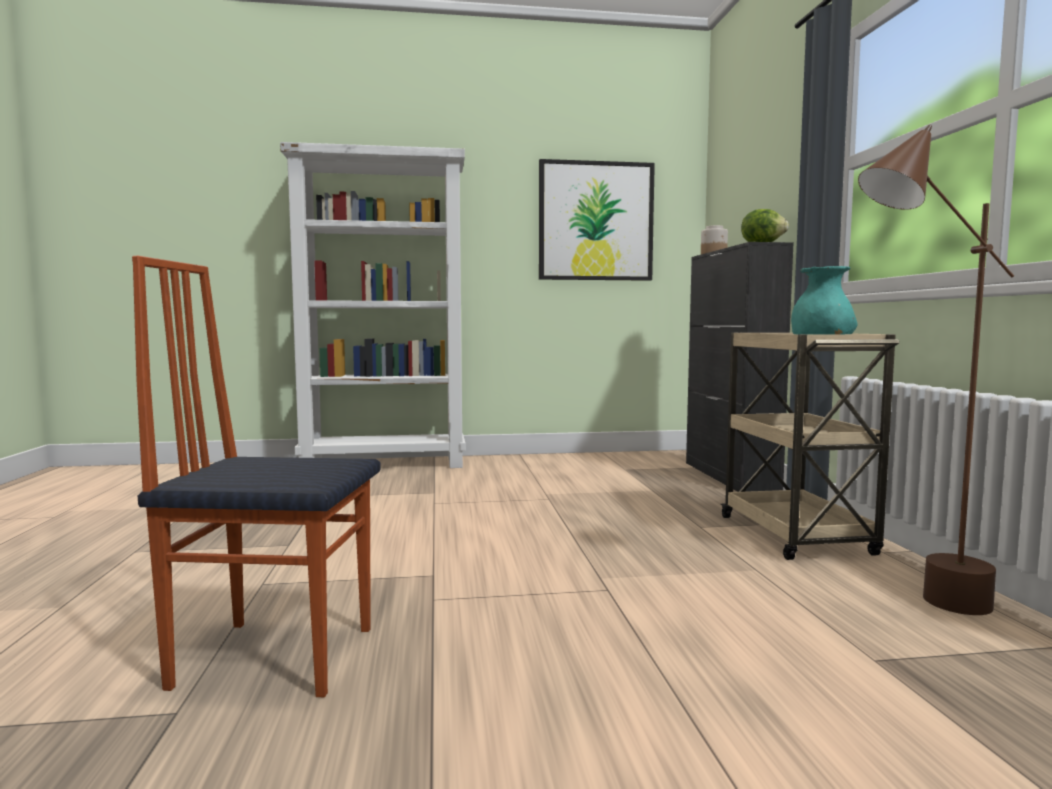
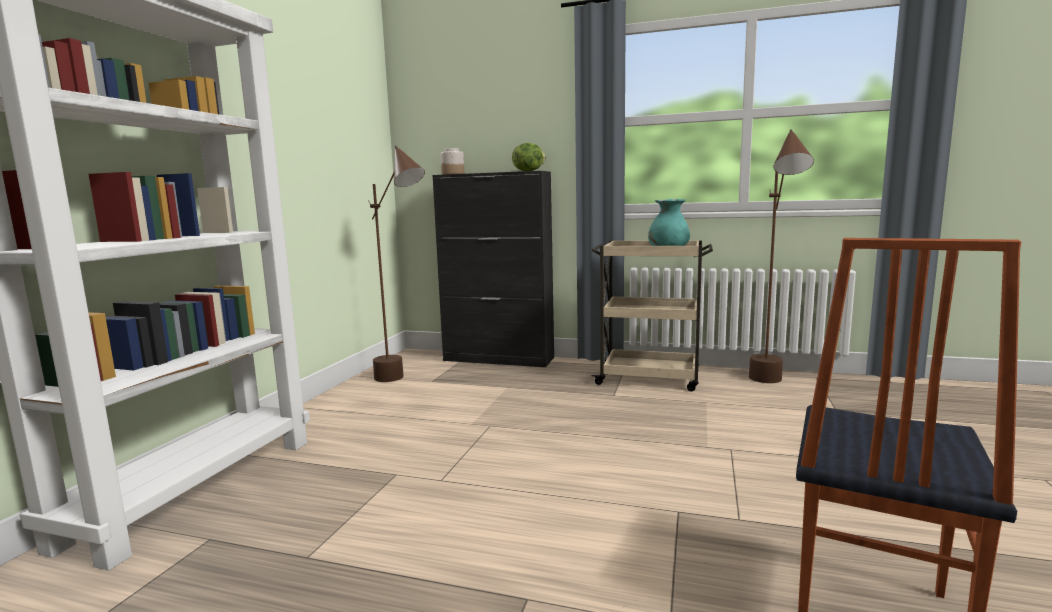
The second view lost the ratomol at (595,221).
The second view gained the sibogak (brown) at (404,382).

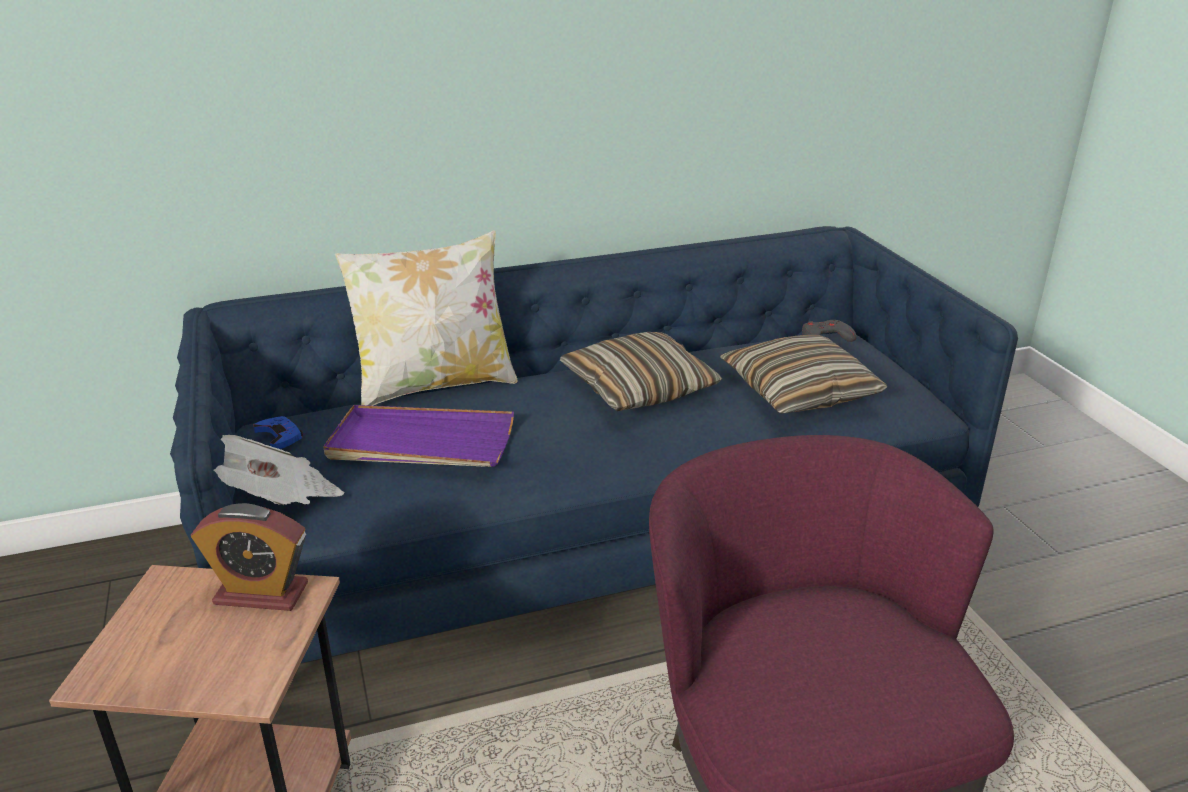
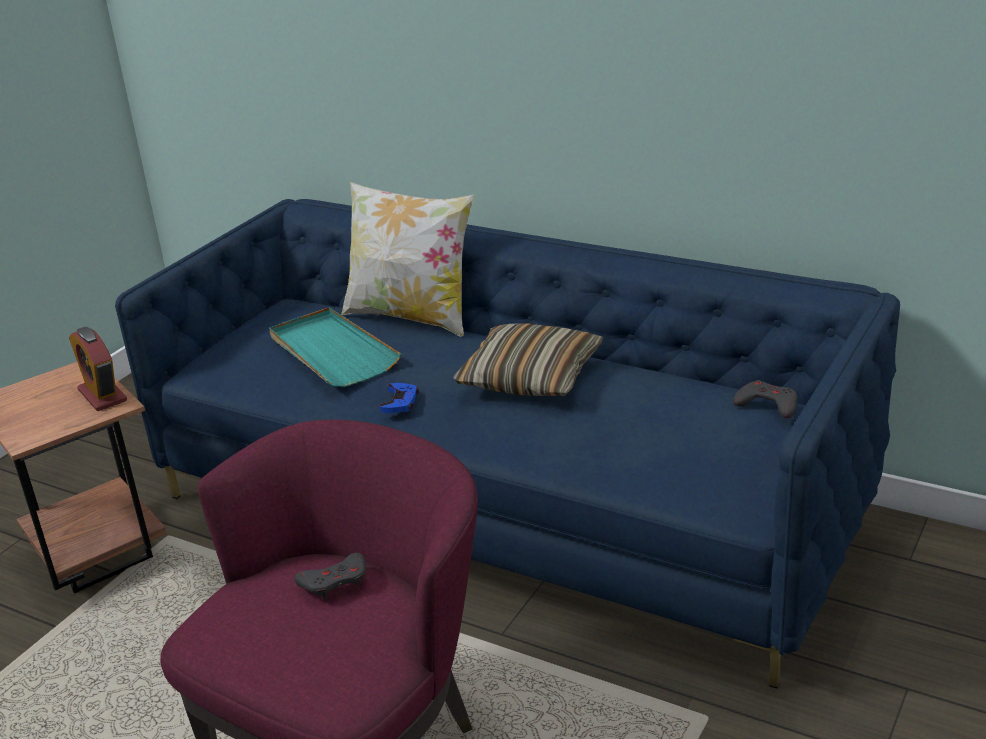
The second view lost the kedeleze at (276,500).
The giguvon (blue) ended up elsewhere, having gone from (280,436) to (400,402).
What was the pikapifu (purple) at (420,443) turned into the pikapifu (turquoise) at (332,352).
The second view lost the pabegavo at (799,391).
The second view gained the giguvon (grey) at (335,581).

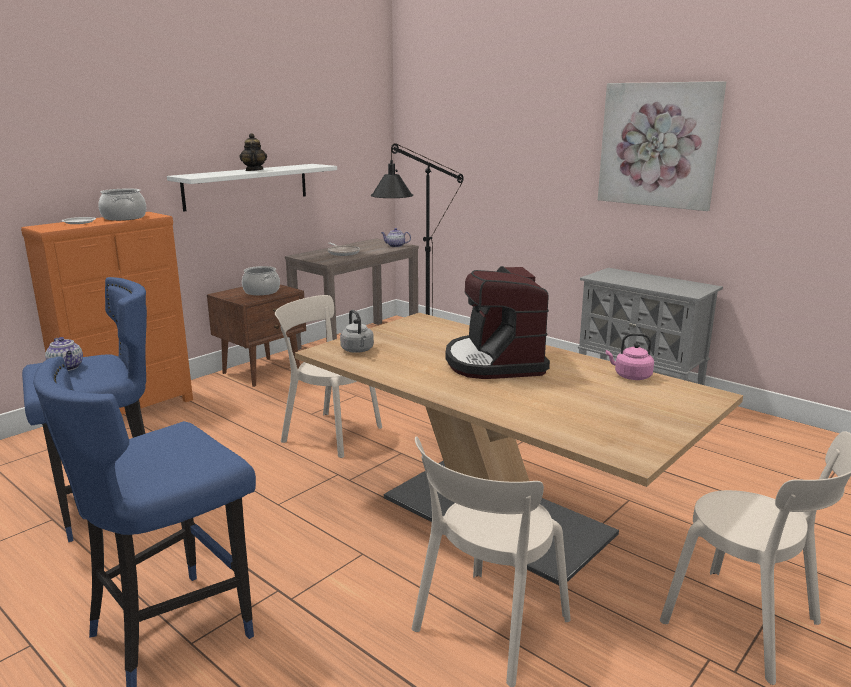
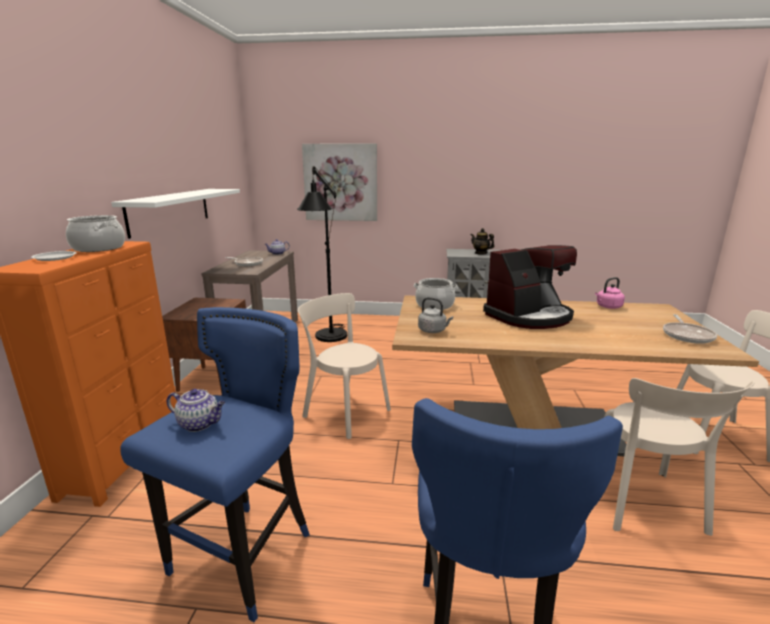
The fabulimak ended up elsewhere, having gone from (254,170) to (481,253).
The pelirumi ended up elsewhere, having gone from (262,291) to (434,305).
The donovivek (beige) at (328,433) ended up facing another way, 45 degrees clockwise from before.
The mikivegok at (494,362) ended up facing another way, 75 degrees counterclockwise from before.
The ratomol ended up elsewhere, having gone from (658,145) to (340,182).
The second view gained the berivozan at (687,335).

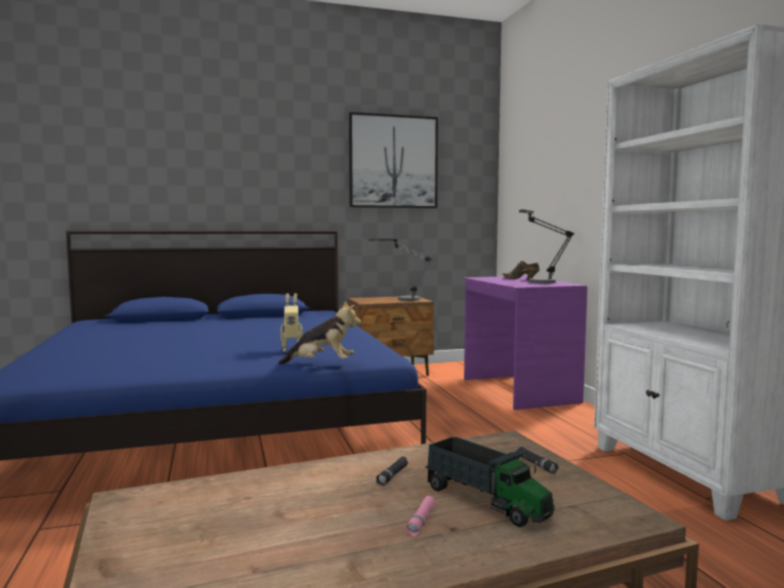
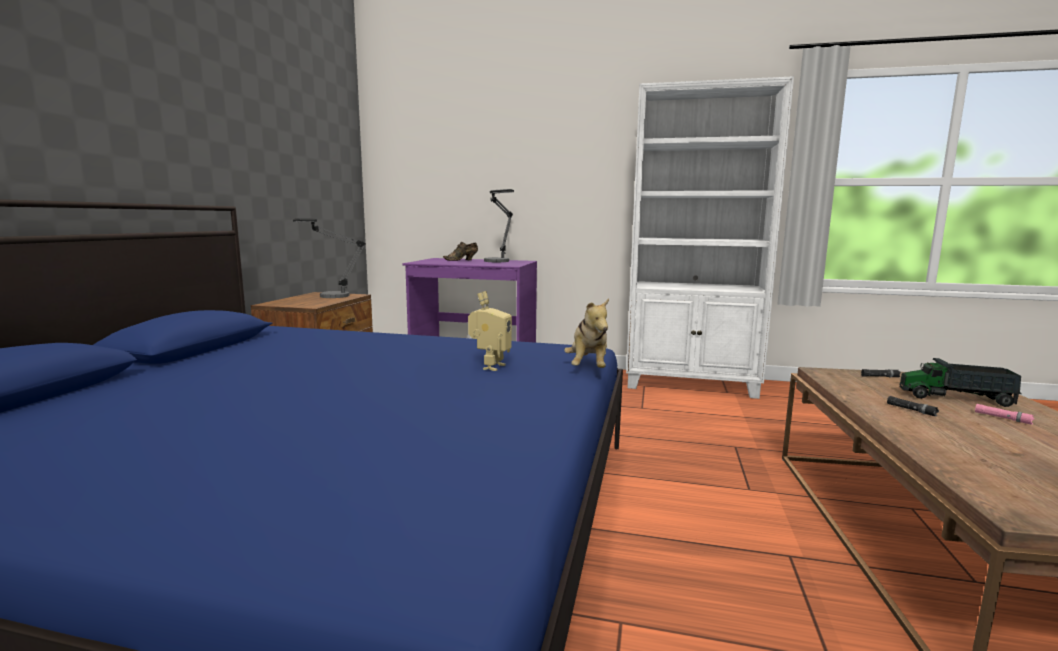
The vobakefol at (322,364) ended up facing another way, 150 degrees clockwise from before.
The second view lost the ratomol at (393,162).
The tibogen at (486,501) ended up facing another way, 150 degrees counterclockwise from before.

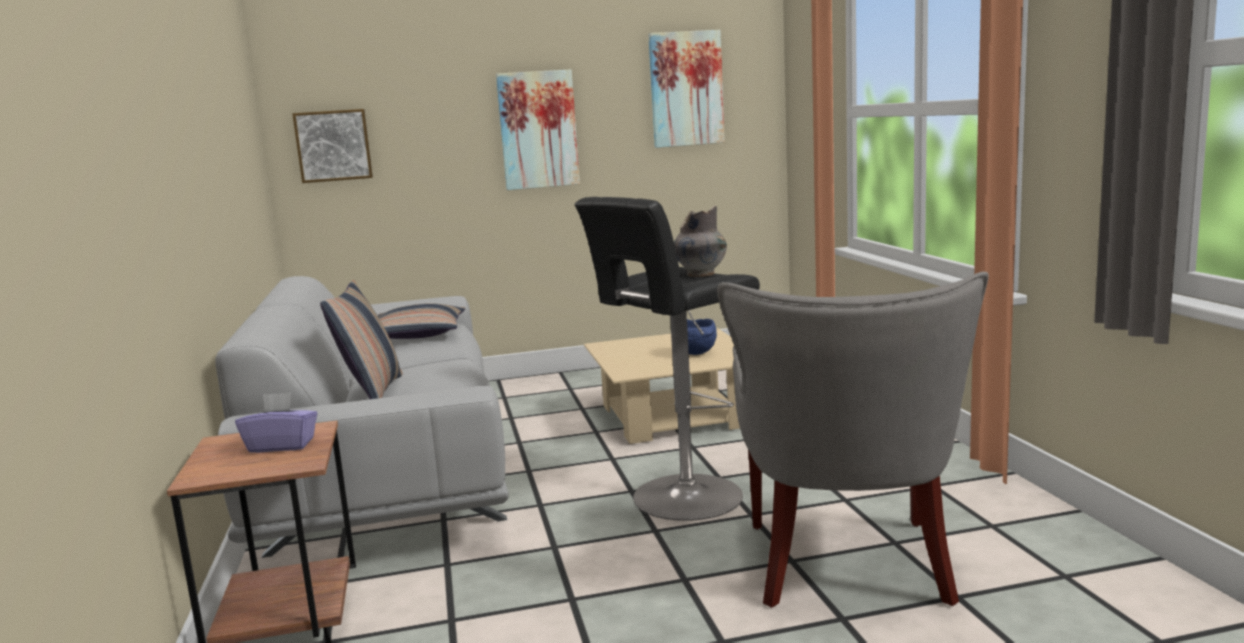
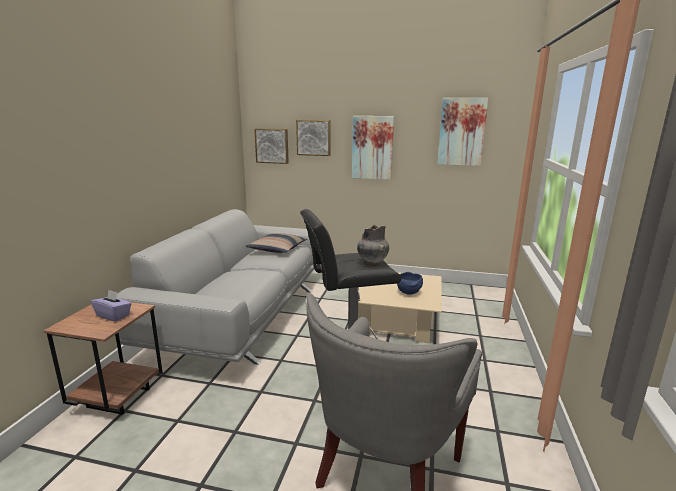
The second view lost the pabegavo at (372,392).
The second view gained the ratomol at (314,137).

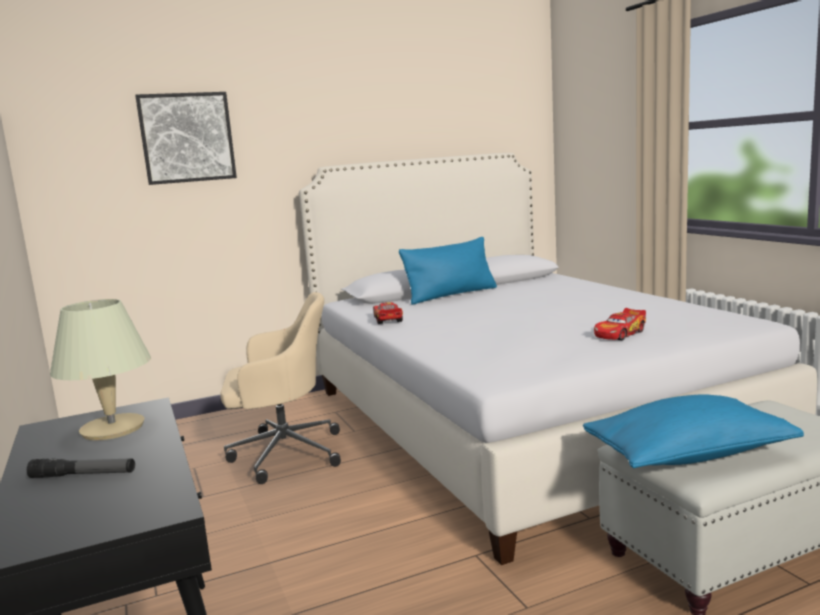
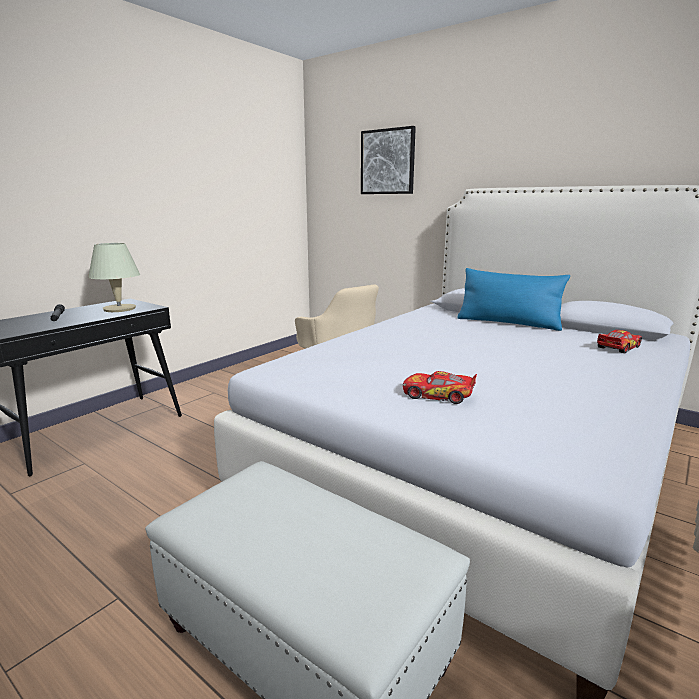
The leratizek ended up elsewhere, having gone from (387,319) to (617,347).
The second view lost the pabegavo (blue) at (688,455).

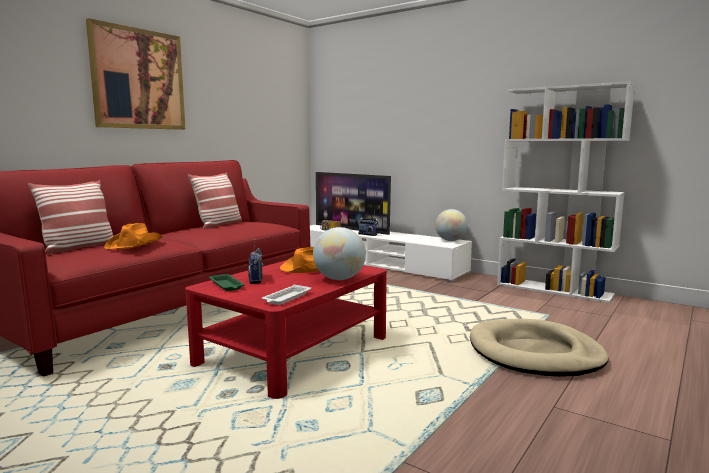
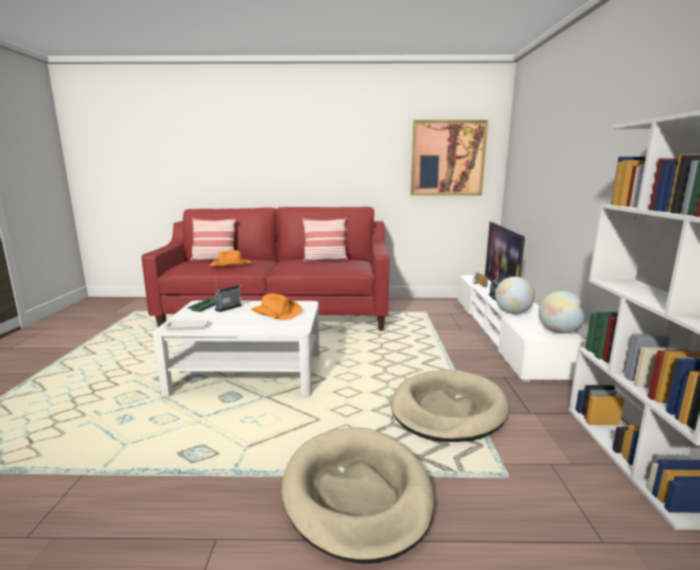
The ratomol ended up elsewhere, having gone from (138,79) to (447,158).
What was the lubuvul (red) at (294,350) turned into the lubuvul (white) at (248,372).
The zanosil ended up elsewhere, having gone from (339,279) to (512,313).
The second view gained the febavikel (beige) at (448,409).

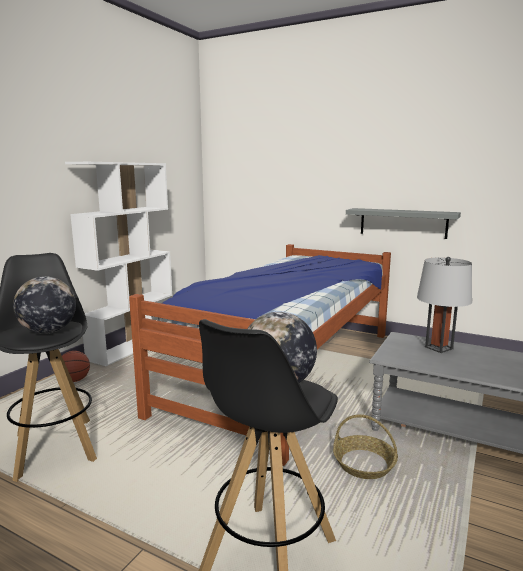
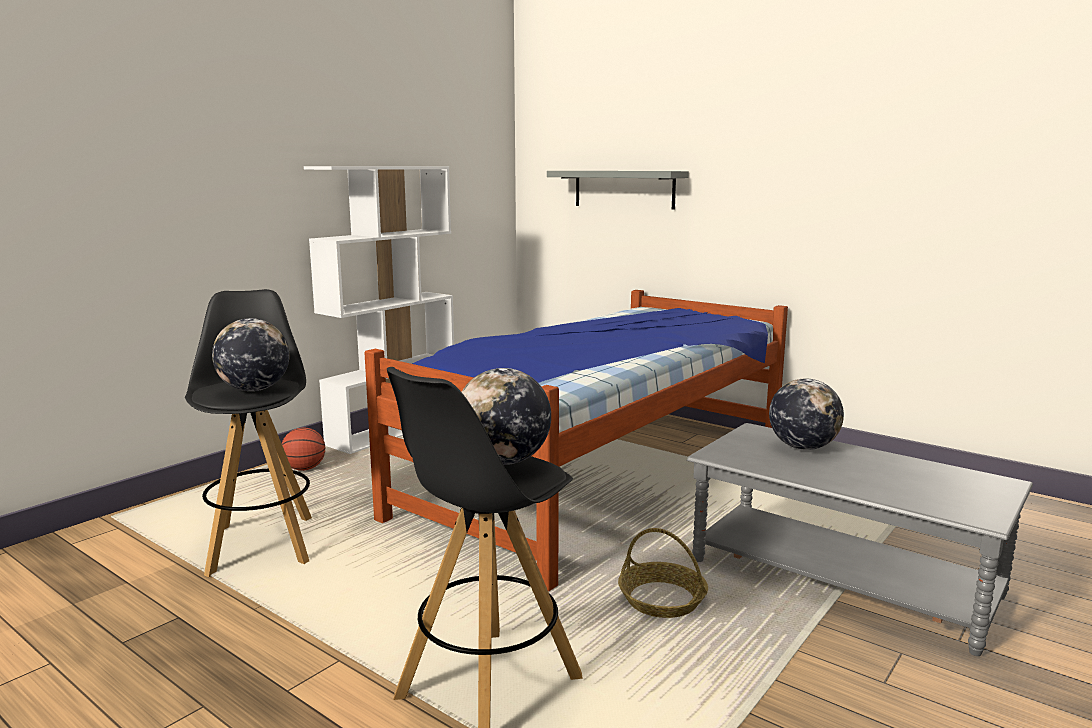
The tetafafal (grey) ended up elsewhere, having gone from (403,223) to (624,189).
Where the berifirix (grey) stood at (439,348), the zanosil came to stand at (802,447).

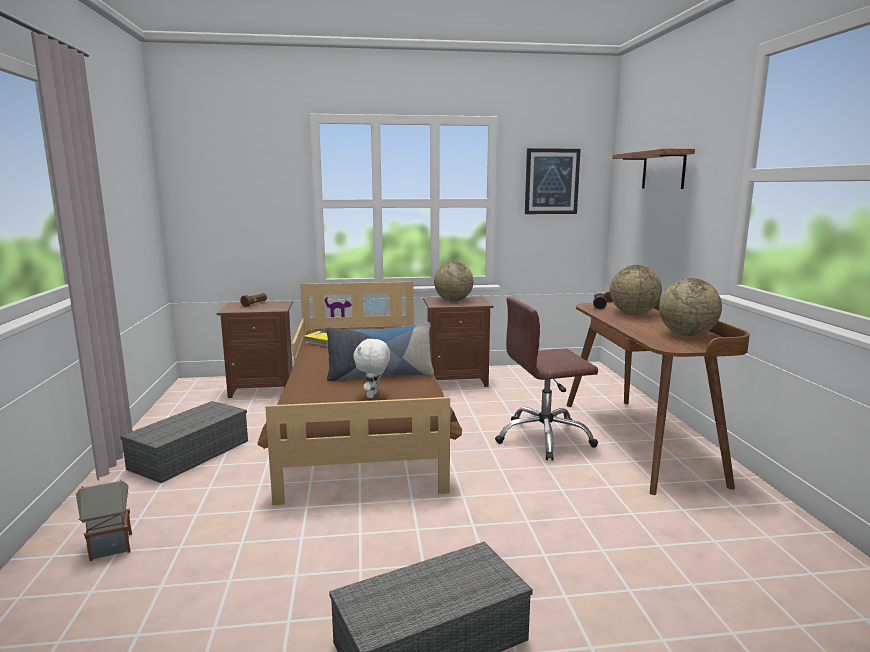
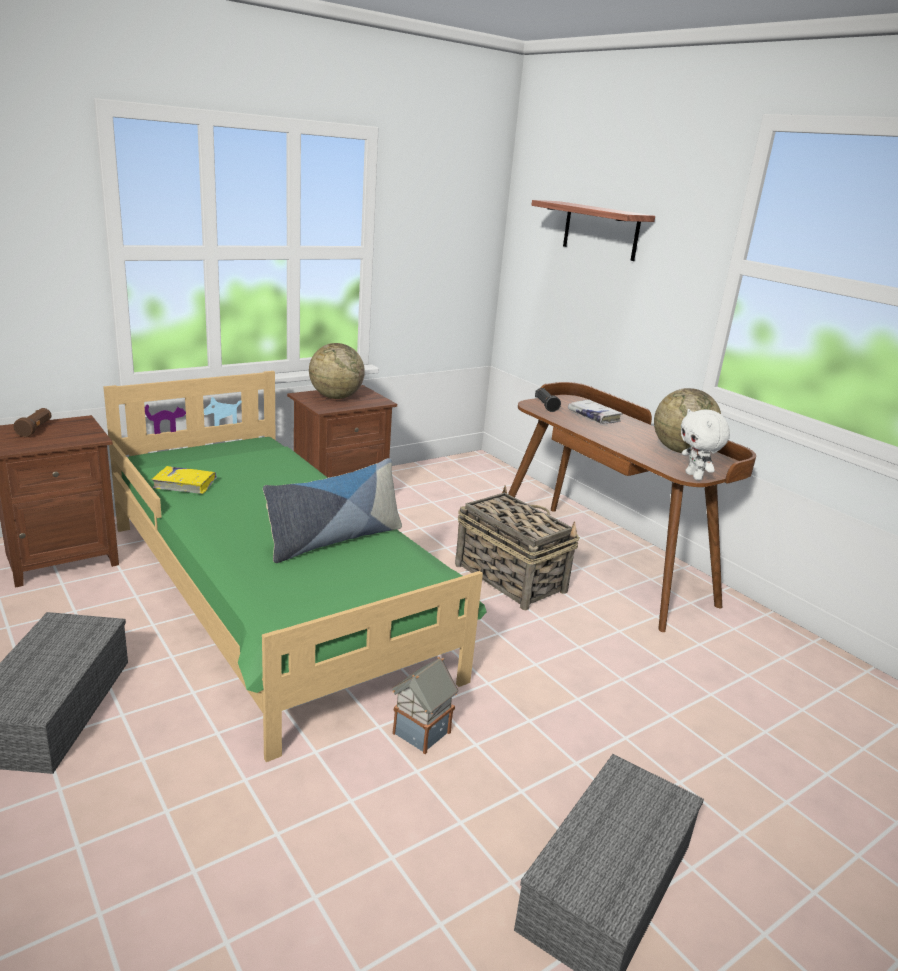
The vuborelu ended up elsewhere, having gone from (109,547) to (421,734).
What was the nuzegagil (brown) at (362,423) turned into the nuzegagil (green) at (274,597).
The vobakefol (white) ended up elsewhere, having gone from (373,395) to (695,476).
Where the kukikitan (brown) stood at (544,438), the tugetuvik came to stand at (509,577).
The second view lost the ratomol at (551,181).
Where the zanosil stood at (633,313), the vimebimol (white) came to stand at (593,417).

